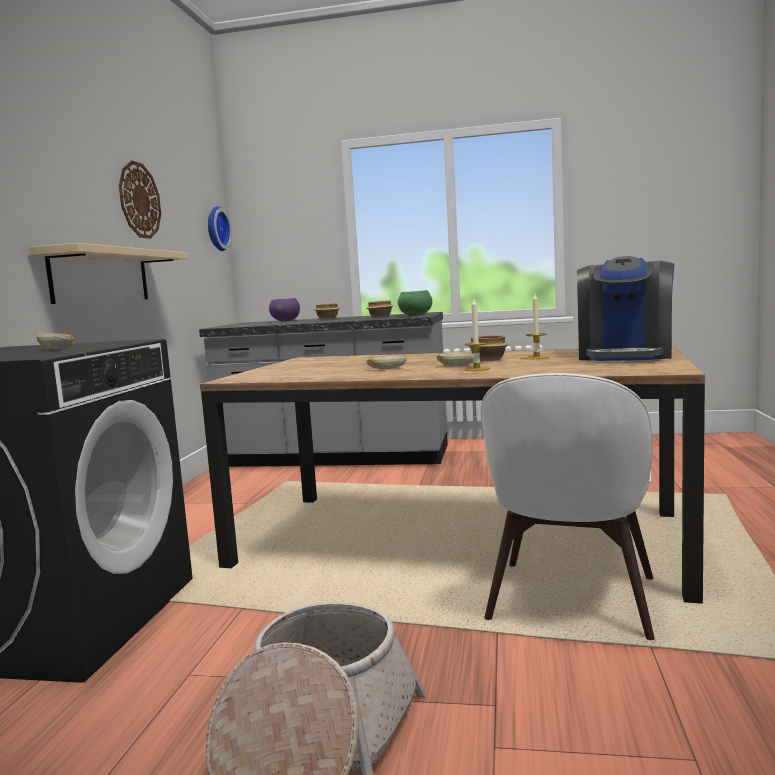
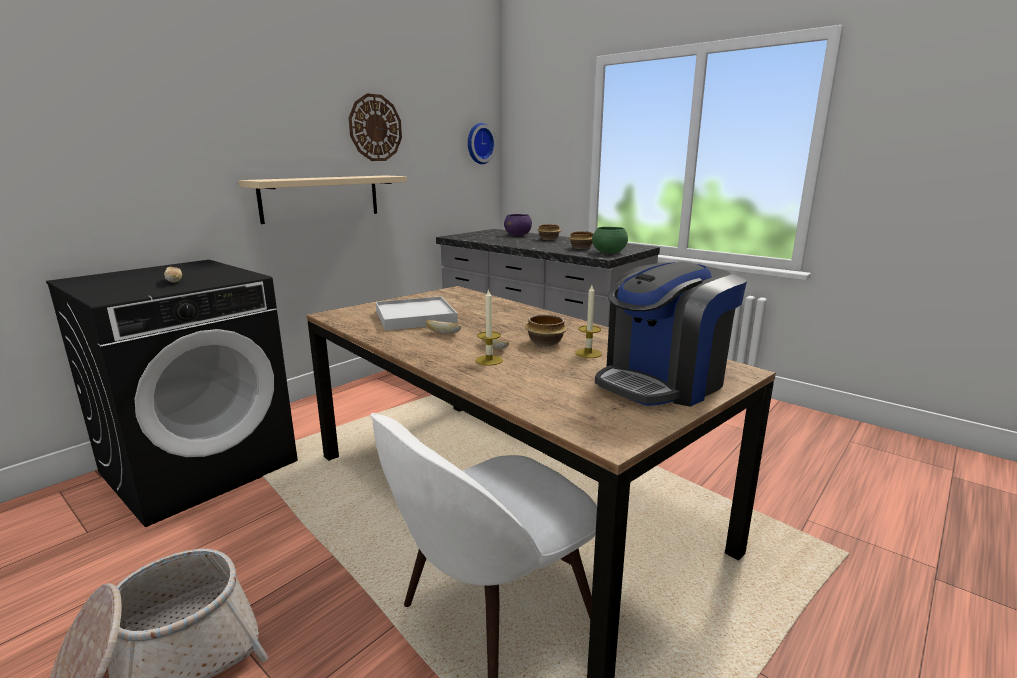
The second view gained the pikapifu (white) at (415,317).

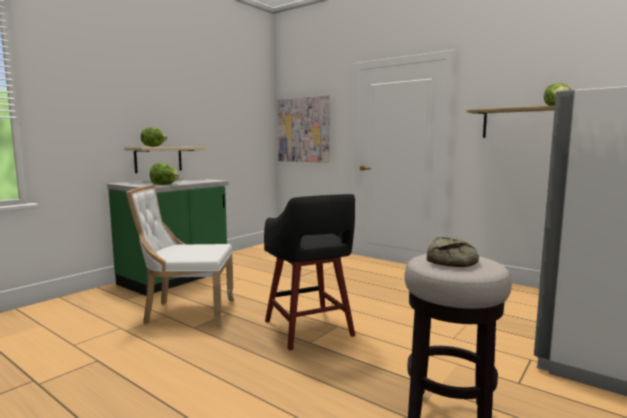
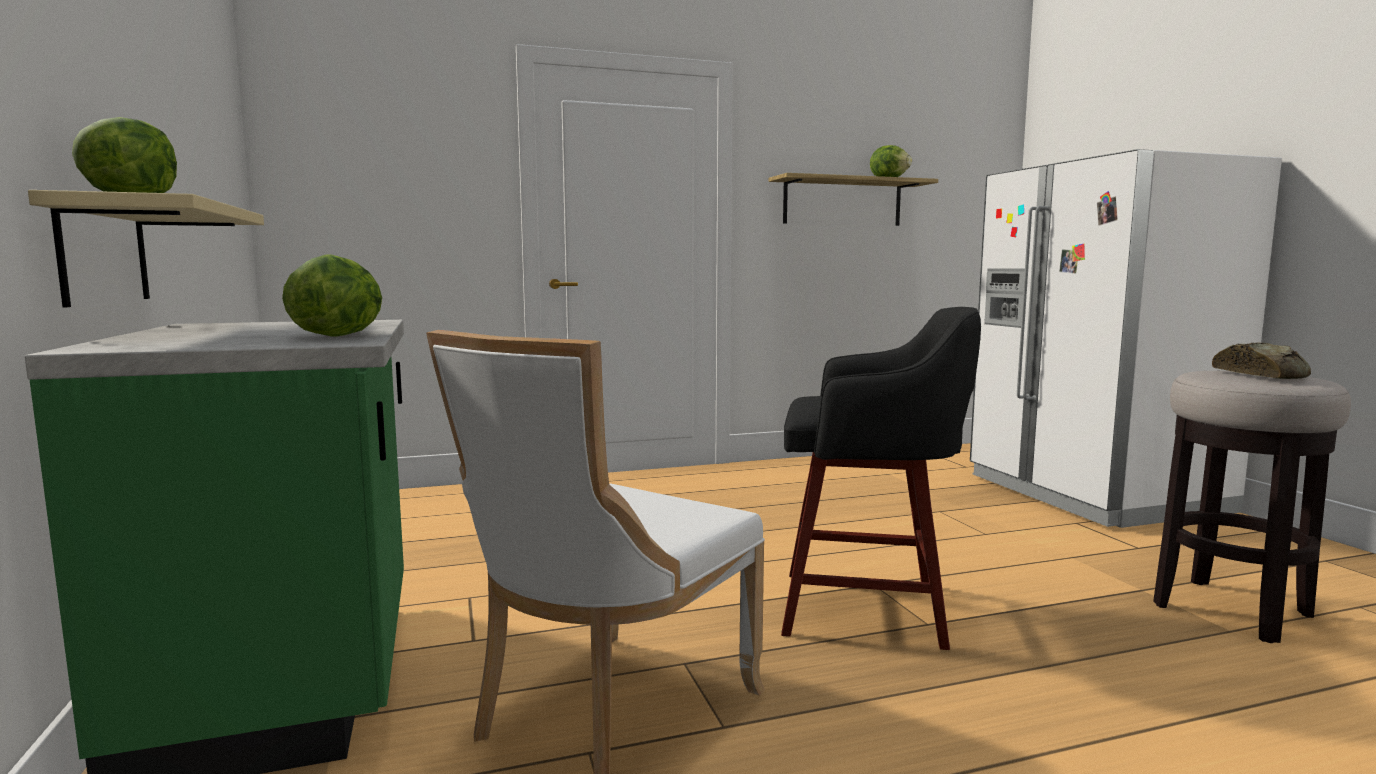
The second view lost the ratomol at (303,130).

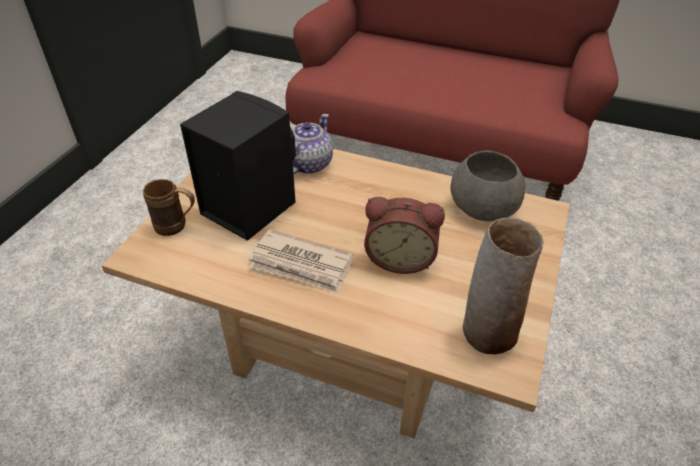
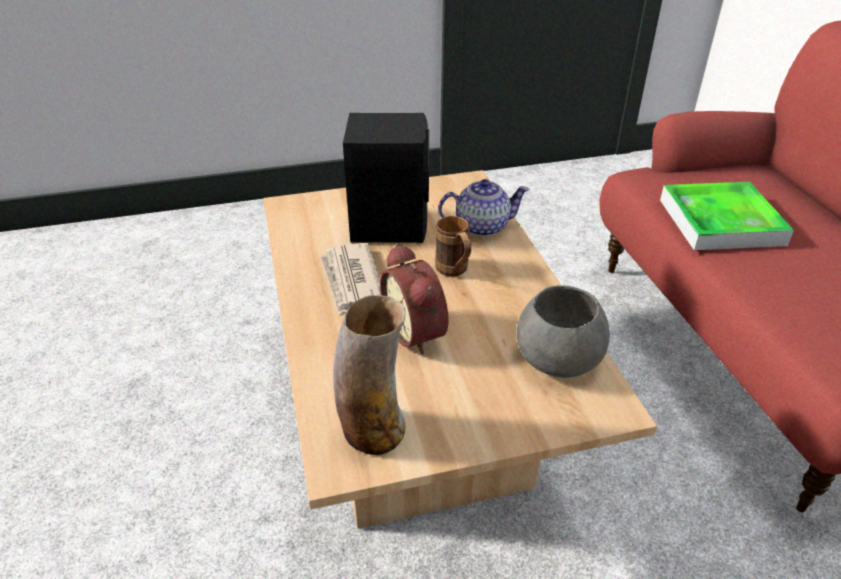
The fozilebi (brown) ended up elsewhere, having gone from (177,227) to (454,272).
The second view gained the pikapifu at (720,222).

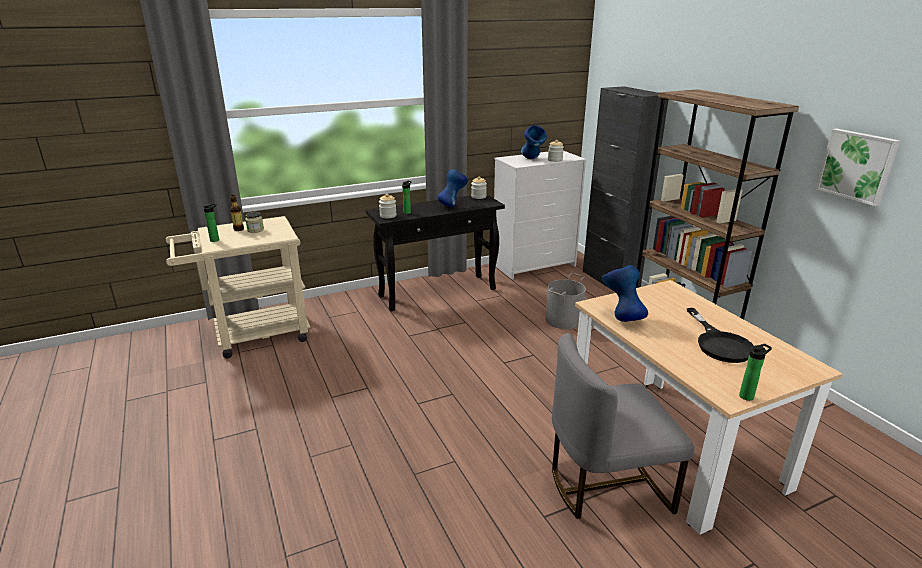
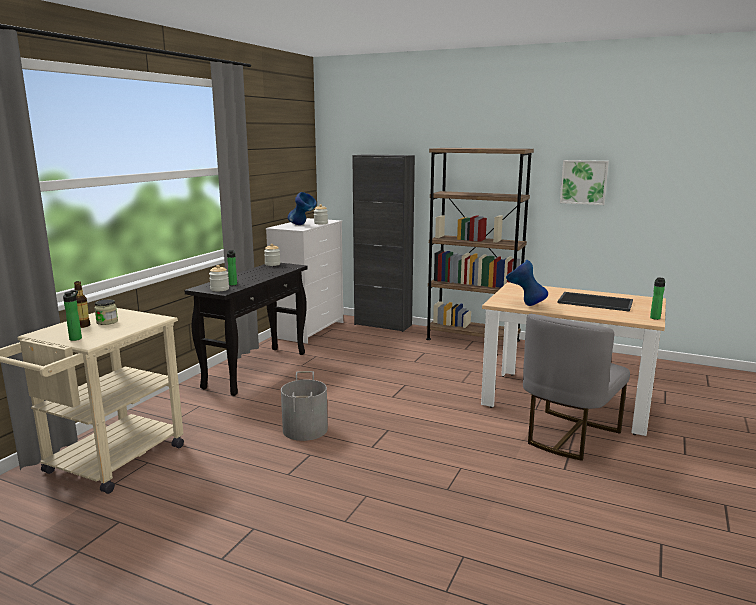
The second view lost the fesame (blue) at (452,206).
The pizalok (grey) ended up elsewhere, having gone from (564,320) to (306,429).
Where the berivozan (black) stood at (719,343), the pikapifu came to stand at (596,302).

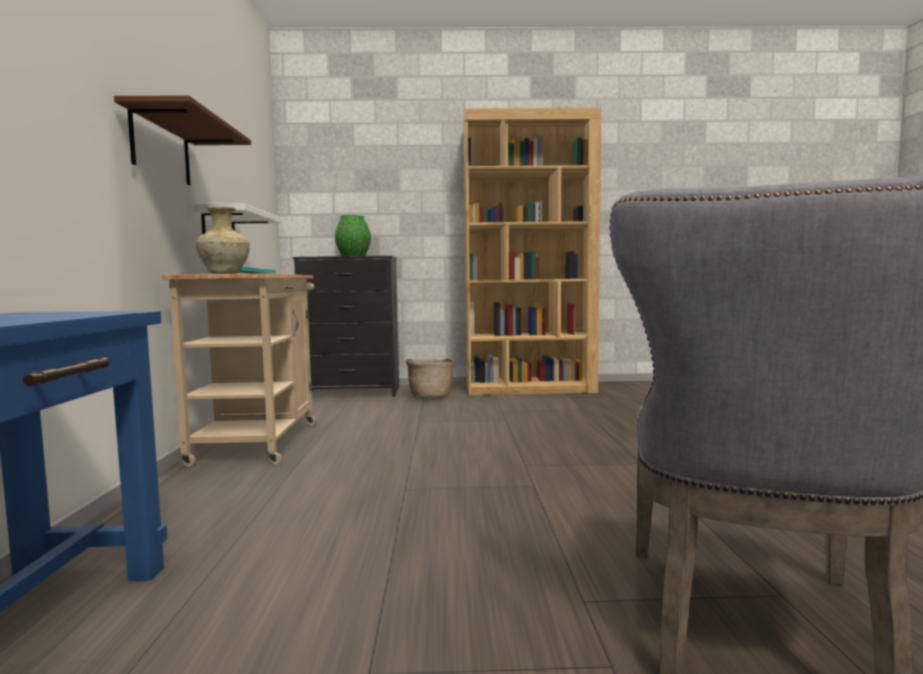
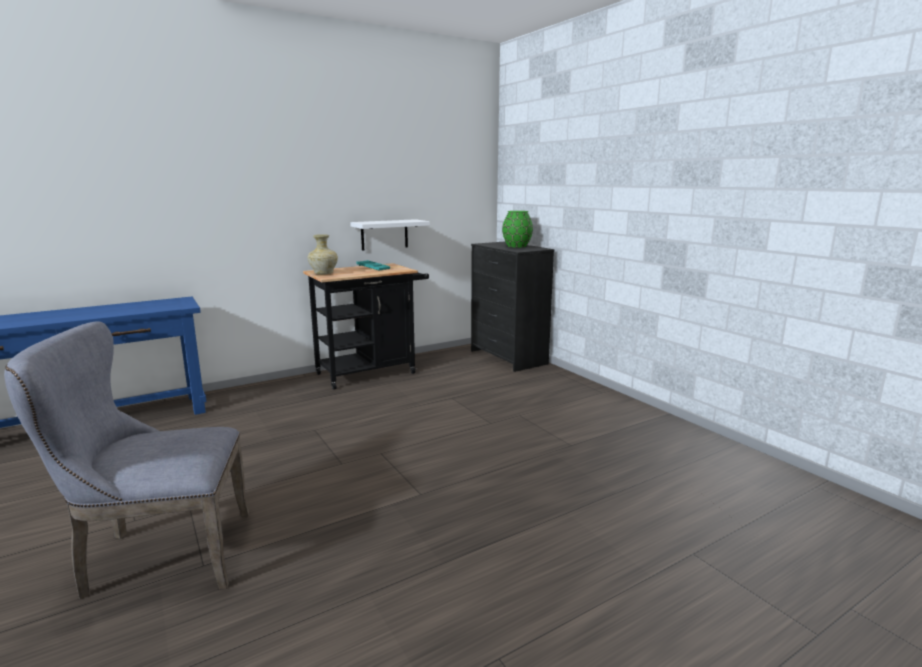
The second view lost the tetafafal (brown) at (161,148).
What was the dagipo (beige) at (259,439) turned into the dagipo (black) at (371,372).
The second view lost the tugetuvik at (431,396).
The second view lost the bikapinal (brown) at (530,388).

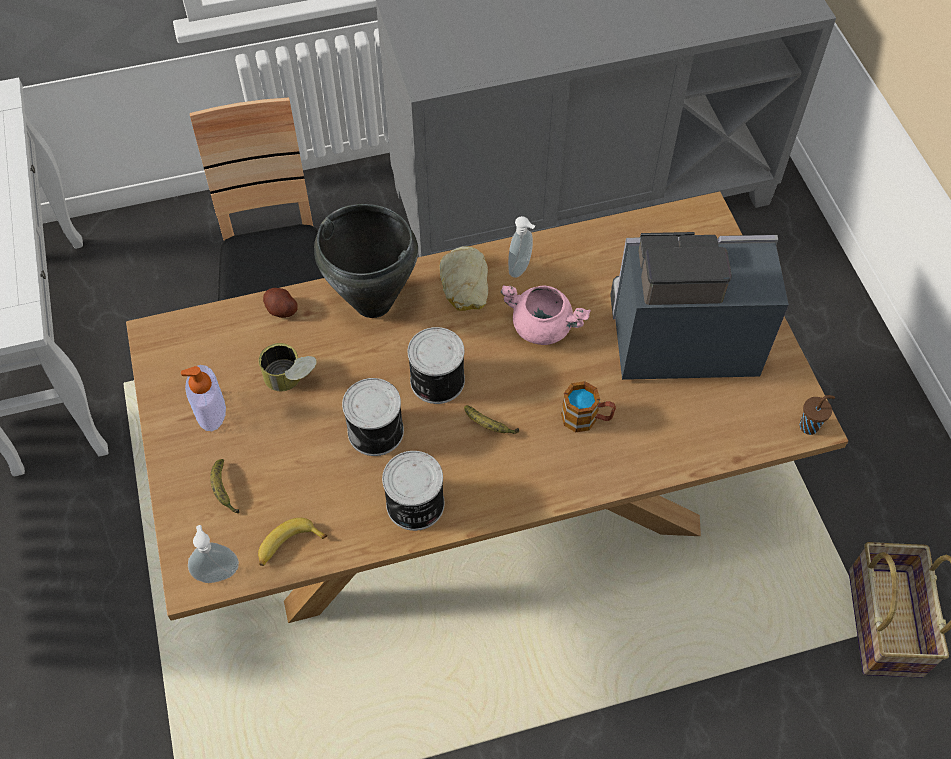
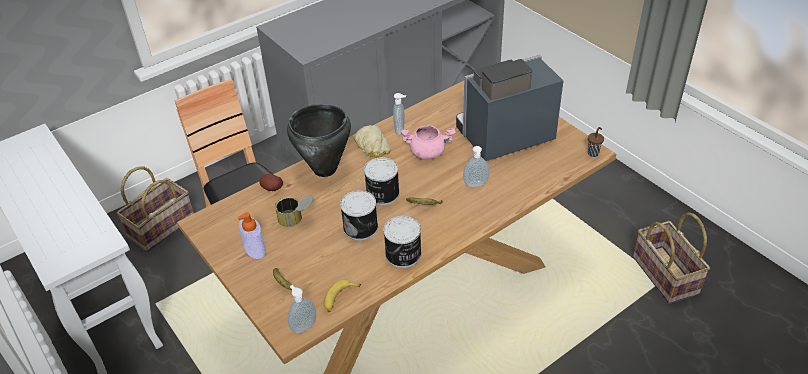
Where the fozilebi stood at (586,418), the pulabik came to stand at (476,185).
The second view gained the tugetuvik at (161,227).

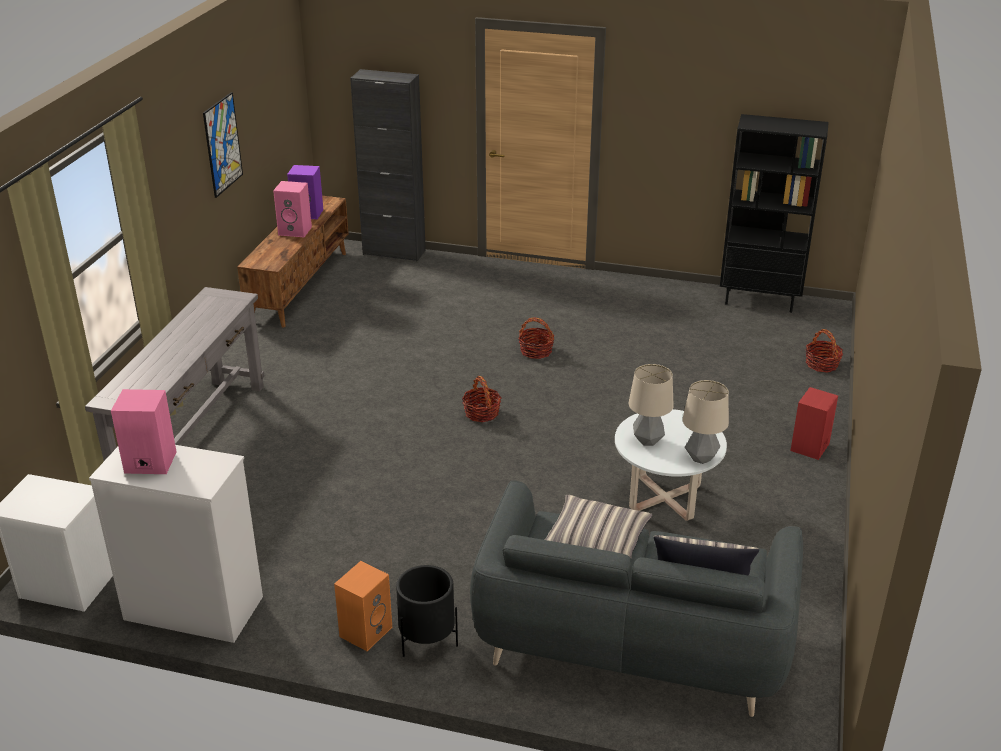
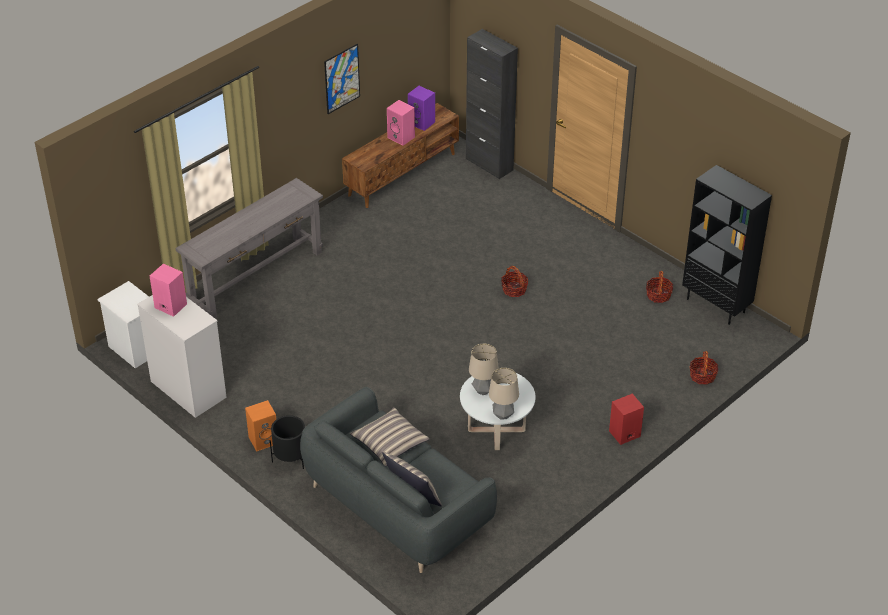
The tugetuvik ended up elsewhere, having gone from (482,413) to (658,295).

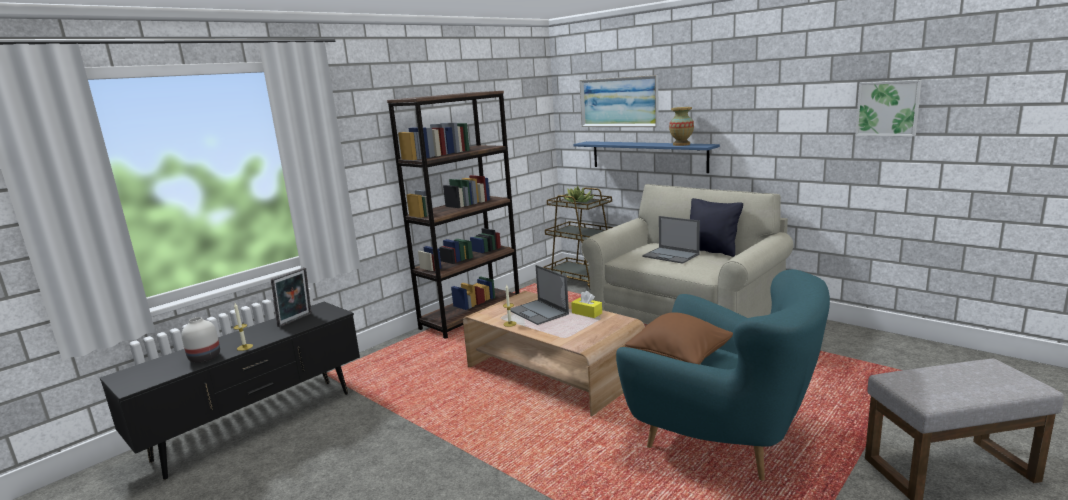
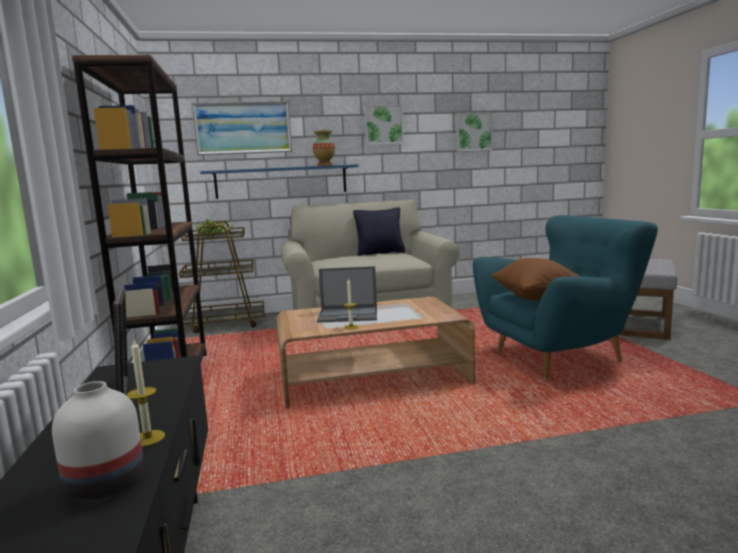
The second view lost the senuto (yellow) at (587,313).
The second view lost the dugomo at (671,255).
The second view gained the ratomol at (383,124).

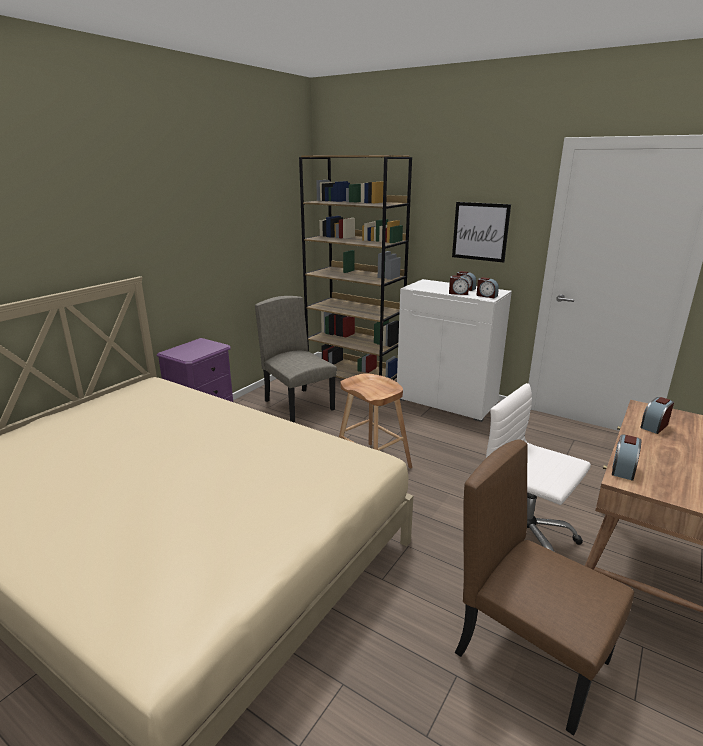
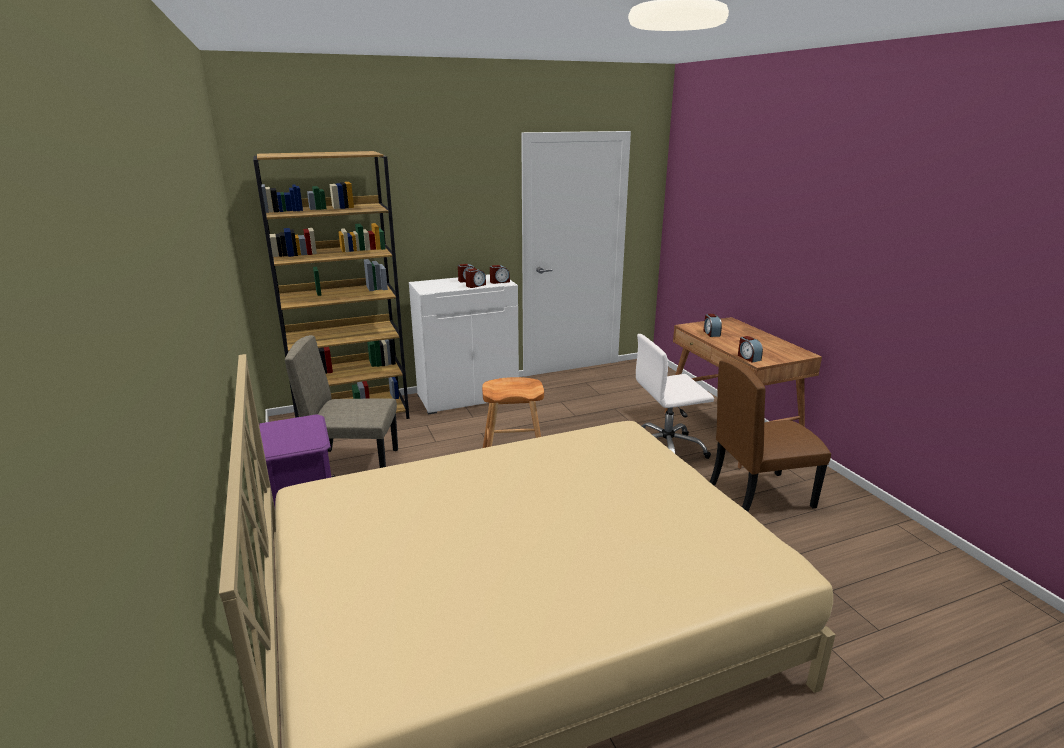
The second view lost the ratomol at (480,231).

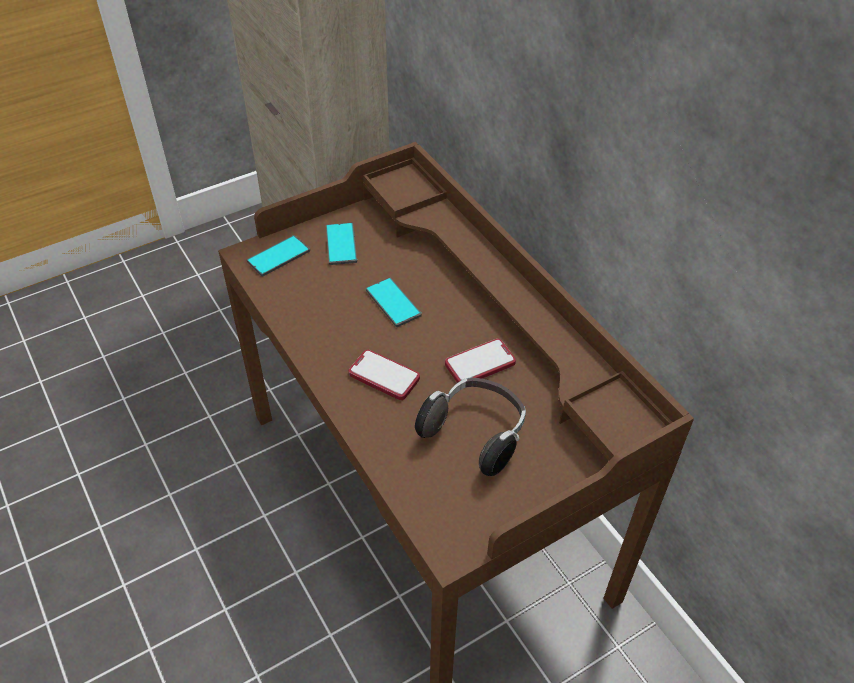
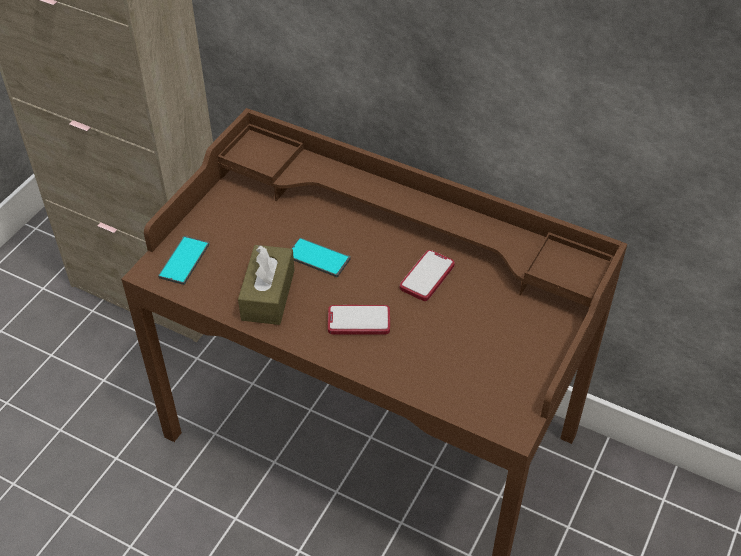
The second view lost the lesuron at (341,244).
The second view lost the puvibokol at (475,433).
The second view gained the senuto (brown) at (268,295).

